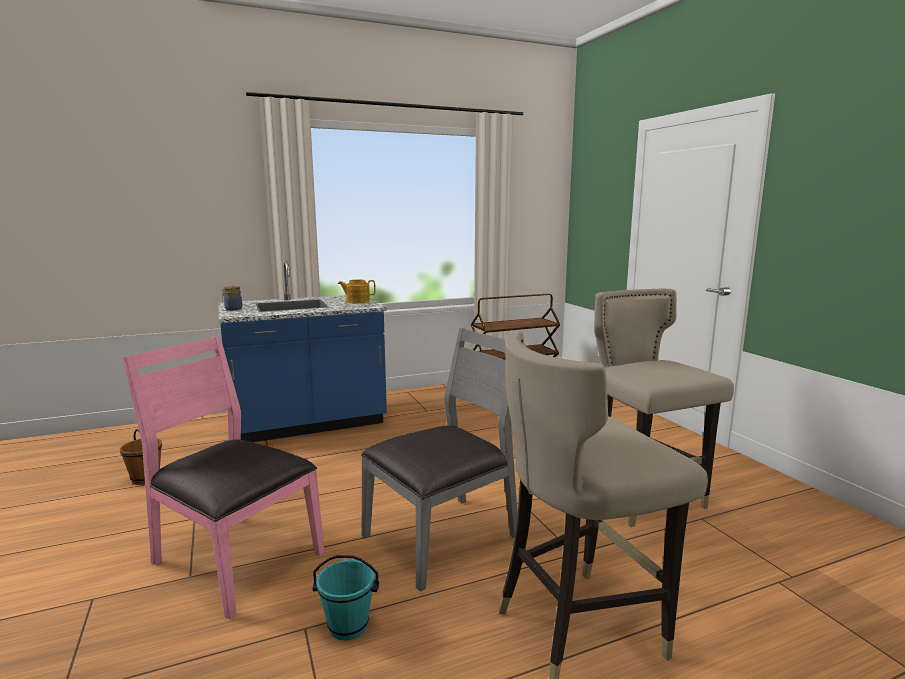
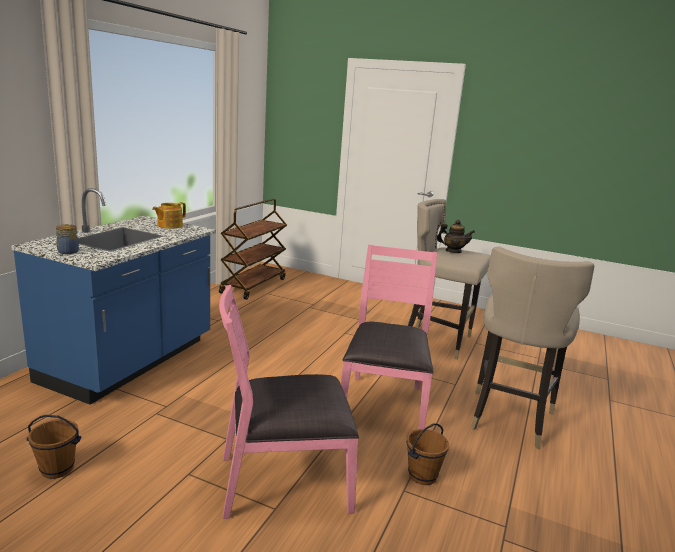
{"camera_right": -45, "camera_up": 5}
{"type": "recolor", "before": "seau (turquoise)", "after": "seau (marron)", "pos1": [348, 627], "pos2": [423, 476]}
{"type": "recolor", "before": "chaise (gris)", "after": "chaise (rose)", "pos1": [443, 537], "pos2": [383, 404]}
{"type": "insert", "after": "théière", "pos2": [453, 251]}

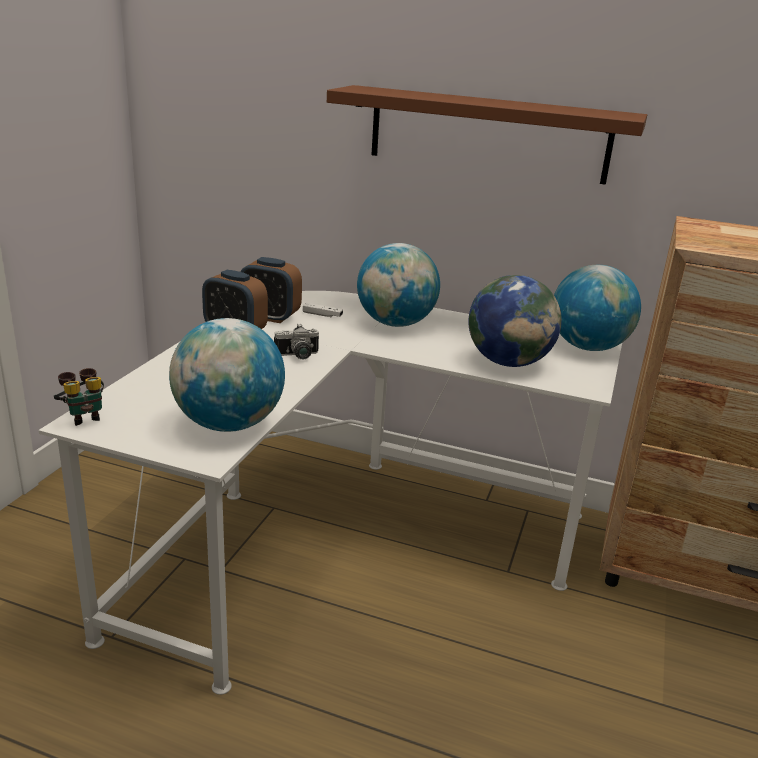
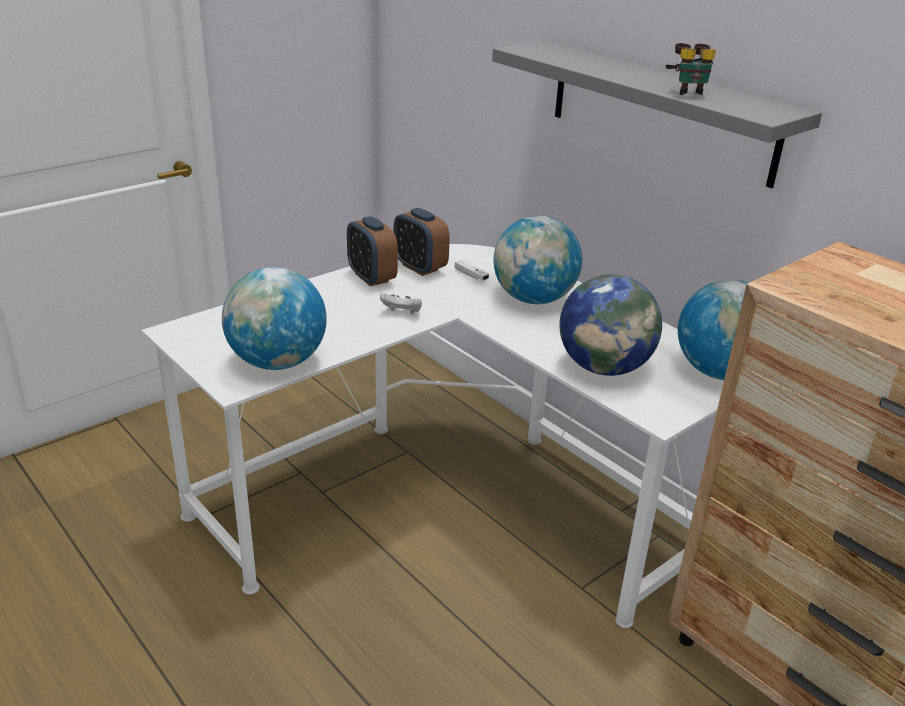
{"camera_right": 30, "camera_up": 5}
{"type": "move", "before": "jumelles", "pos1": [84, 416], "pos2": [687, 91]}
{"type": "replace", "before": "appareil photo", "after": "manette (blanc)", "pos1": [298, 356], "pos2": [402, 313]}
{"type": "recolor", "before": "étagère (marron)", "after": "étagère (gris)", "pos1": [487, 134], "pos2": [660, 111]}

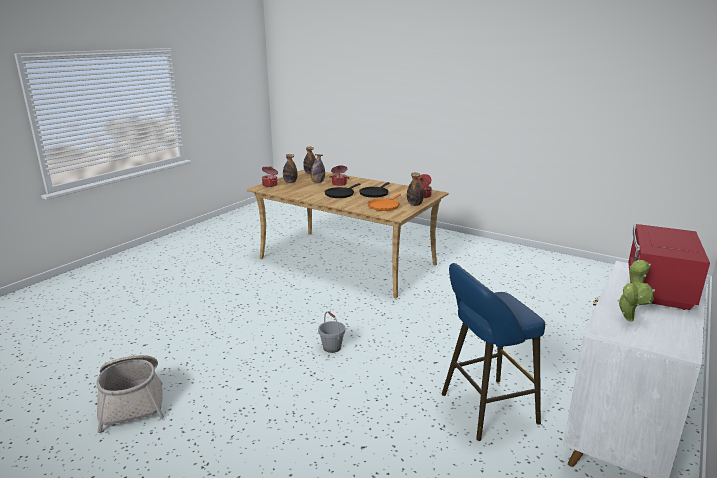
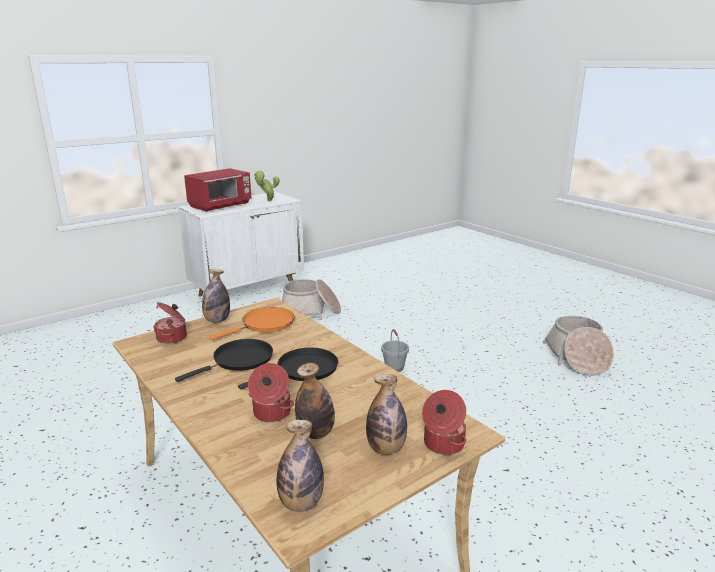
{"camera_right": -160, "camera_up": 0}
{"type": "replace", "before": "tabouret (bleu)", "after": "panier", "pos1": [484, 409], "pos2": [310, 311]}

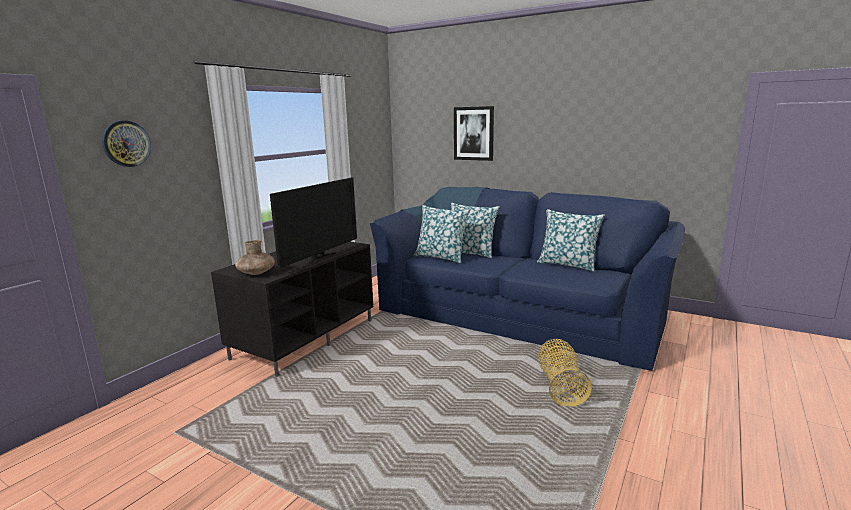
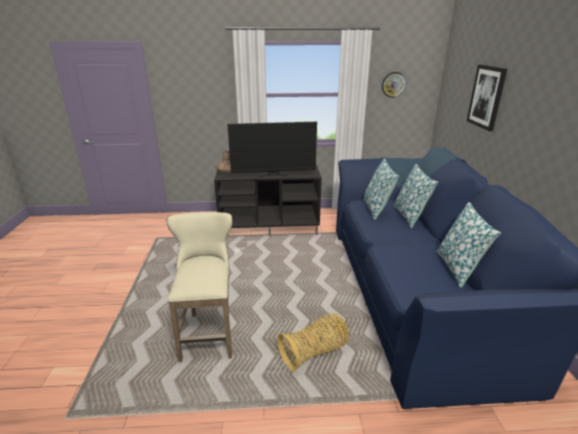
{"camera_right": 55, "camera_up": 10}
{"type": "move", "before": "horloge murale", "pos1": [126, 143], "pos2": [393, 84]}
{"type": "insert", "after": "tabouret (beige)", "pos2": [209, 332]}

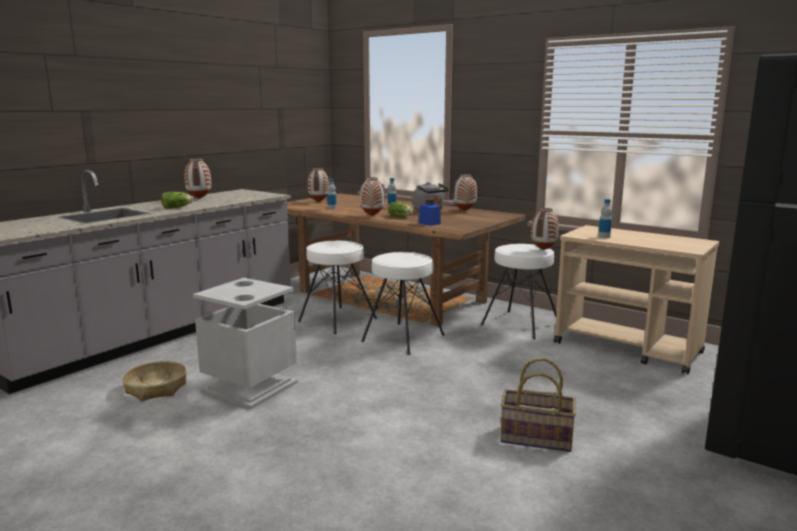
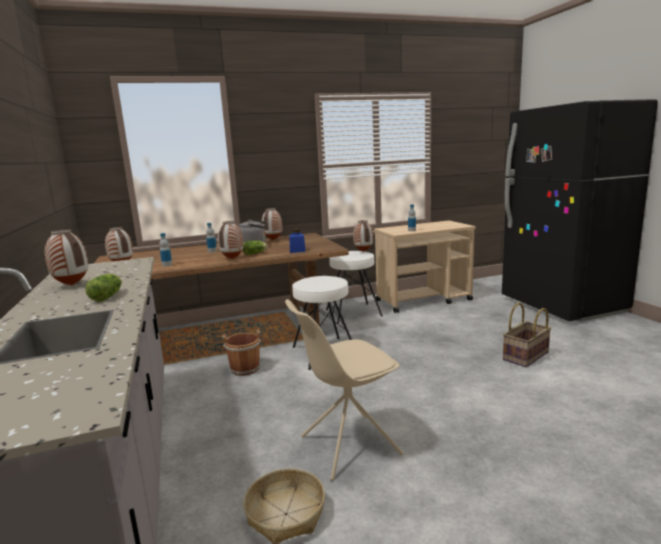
{"camera_right": -55, "camera_up": 0}
{"type": "replace", "before": "poubelle (gris)", "after": "chaise (beige)", "pos1": [250, 387], "pos2": [348, 446]}
{"type": "replace", "before": "tabouret (blanc)", "after": "seau (marron)", "pos1": [337, 320], "pos2": [244, 368]}

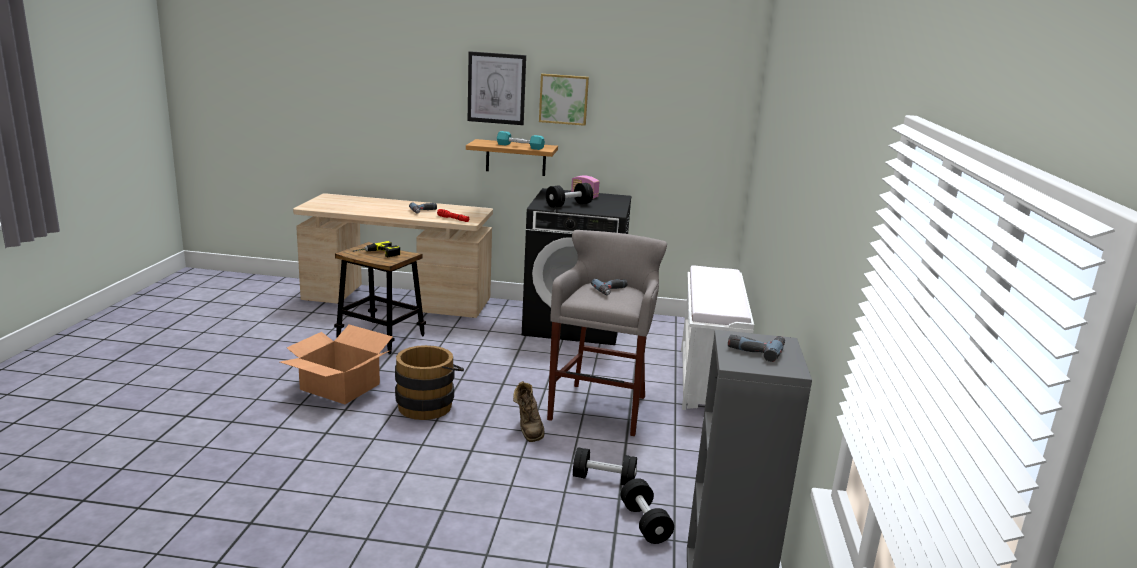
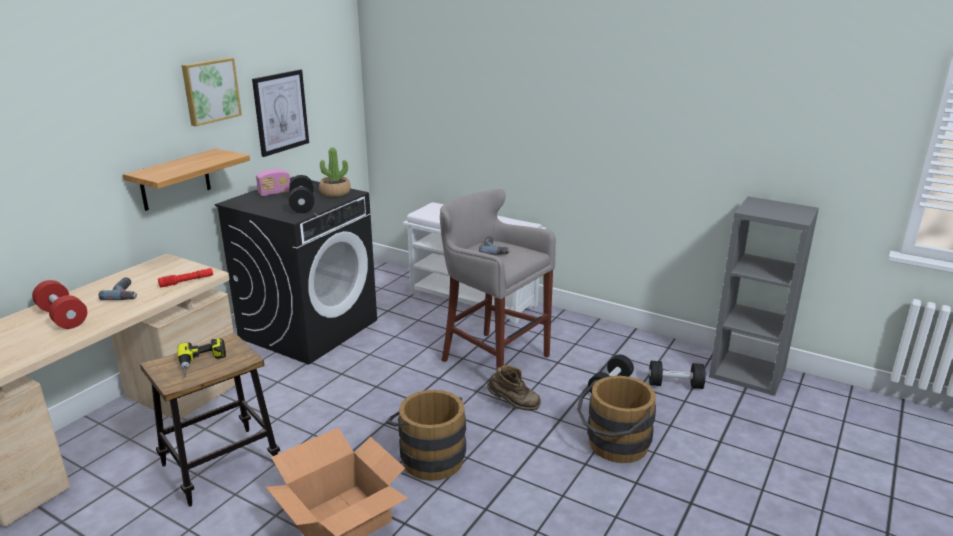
{"camera_right": -65, "camera_up": 5}
{"type": "move", "before": "tableau", "pos1": [496, 88], "pos2": [281, 112]}
{"type": "delete", "before": "haltère (turquoise)", "pos1": [520, 146]}
{"type": "delete", "before": "perceuse", "pos1": [756, 349]}
{"type": "insert", "after": "haltère (rouge)", "pos2": [63, 317]}
{"type": "insert", "after": "plante en pot", "pos2": [335, 193]}
{"type": "insert", "after": "seau (marron)", "pos2": [613, 446]}

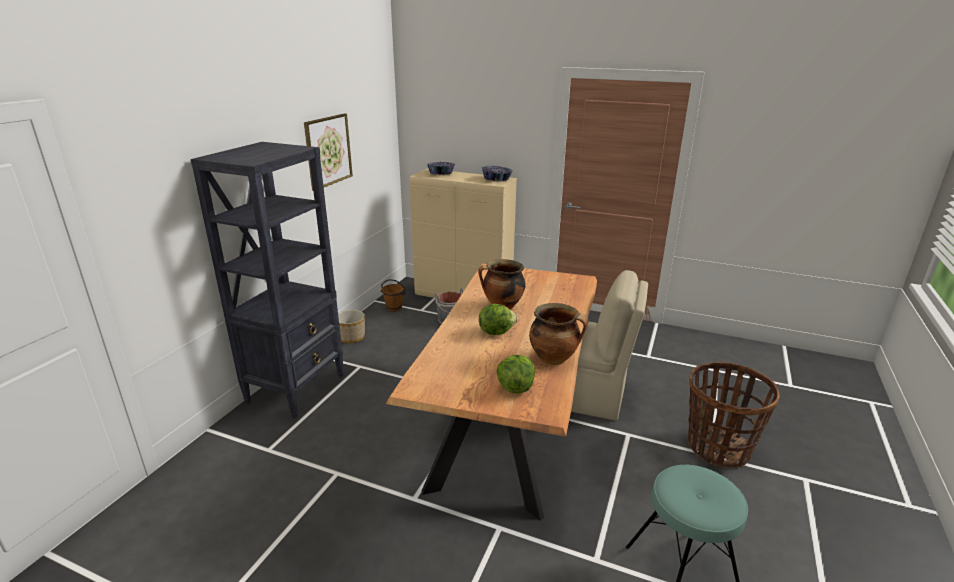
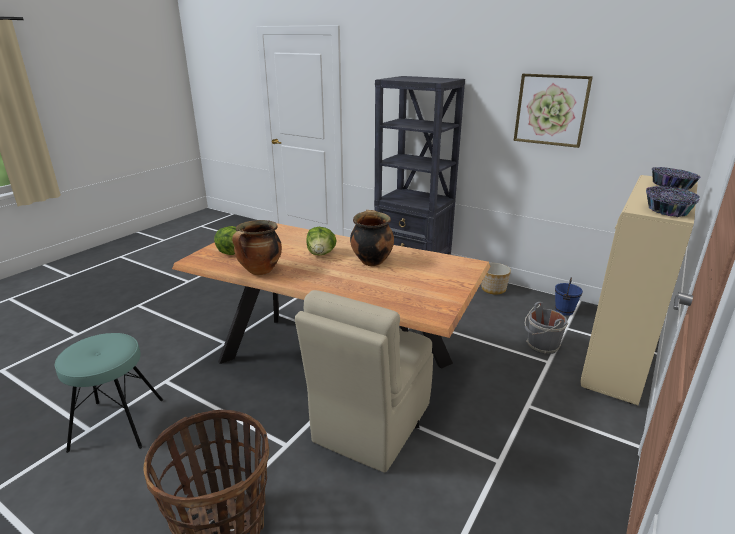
{"camera_right": 100, "camera_up": 0}
{"type": "recolor", "before": "seau (marron)", "after": "seau (bleu)", "pos1": [394, 308], "pos2": [564, 311]}

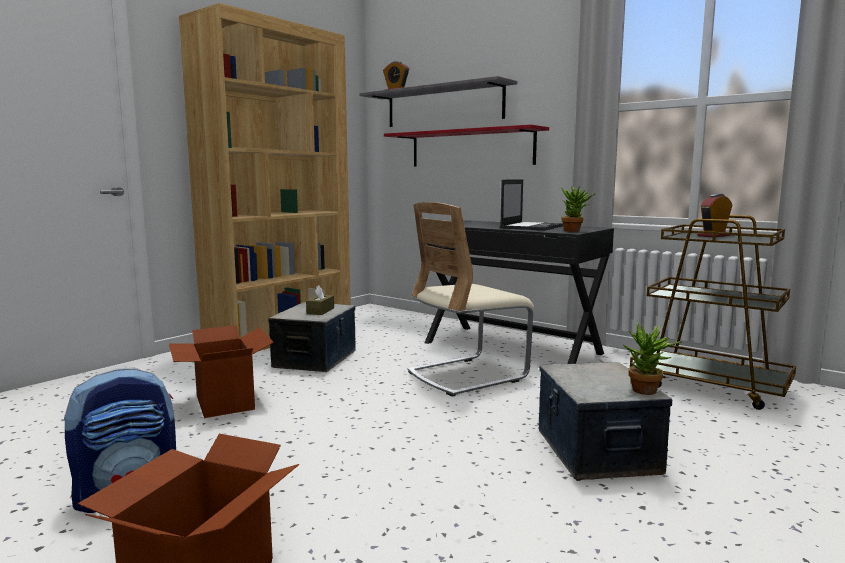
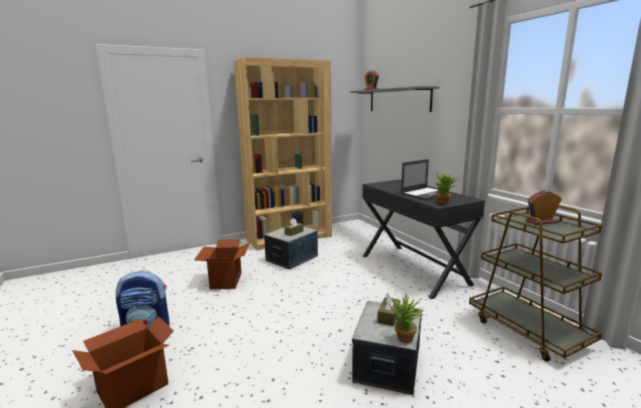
{"camera_right": 25, "camera_up": 5}
{"type": "delete", "before": "étagère (rouge)", "pos1": [470, 148]}
{"type": "delete", "before": "chaise (beige)", "pos1": [467, 375]}
{"type": "insert", "after": "boîte à mouchoirs (marron)", "pos2": [388, 316]}

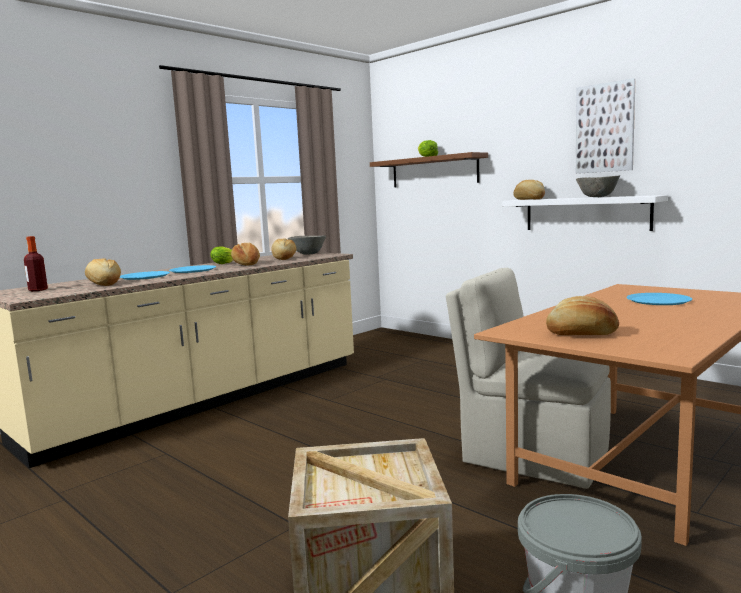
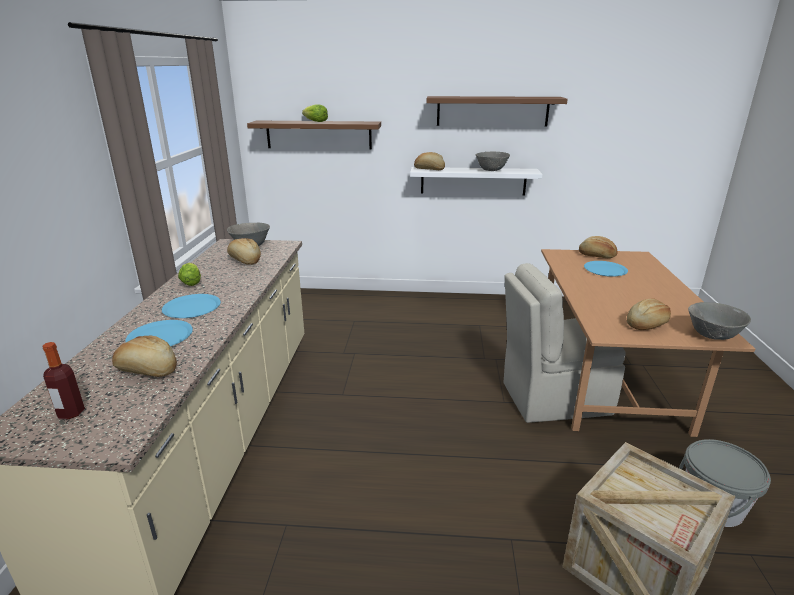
{"camera_right": -40, "camera_up": 15}
{"type": "move", "before": "pain", "pos1": [246, 264], "pos2": [596, 255]}
{"type": "replace", "before": "tableau", "after": "étagère (marron)", "pos1": [604, 128], "pos2": [492, 111]}
{"type": "insert", "after": "bol (gris)", "pos2": [712, 336]}

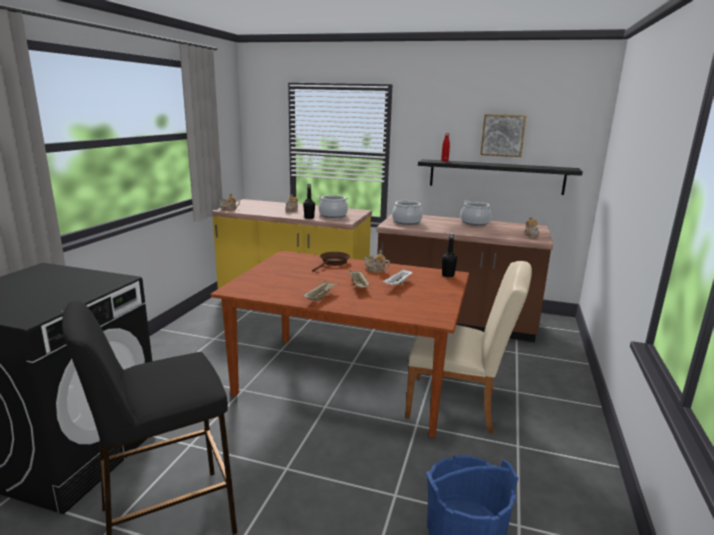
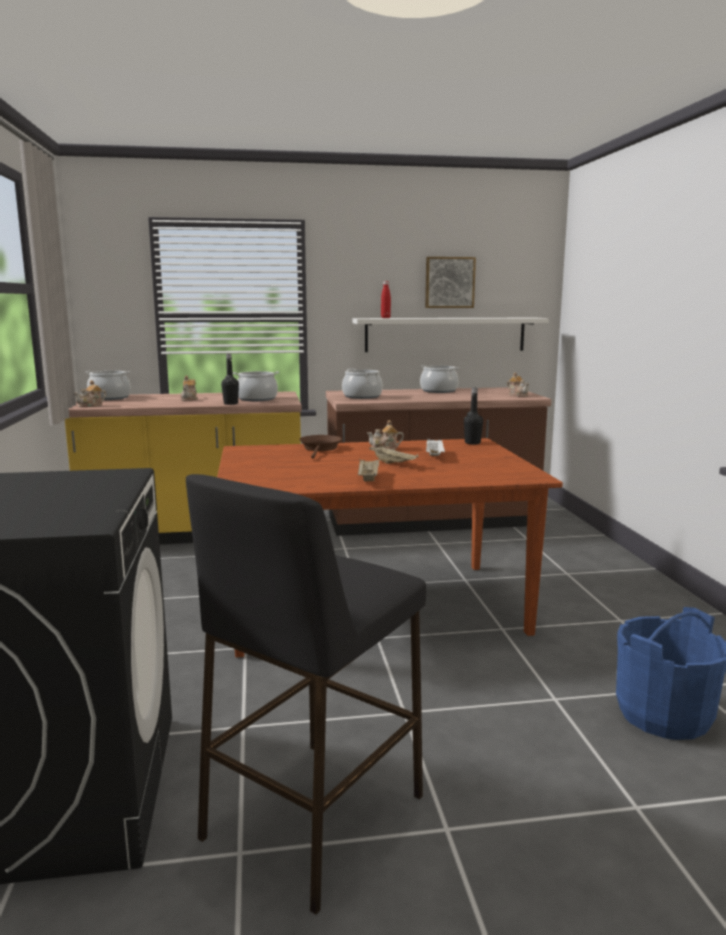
{"camera_right": -25, "camera_up": -5}
{"type": "delete", "before": "chaise (beige)", "pos1": [459, 404]}
{"type": "recolor", "before": "étagère (noir)", "after": "étagère (blanc)", "pos1": [496, 176], "pos2": [445, 334]}
{"type": "insert", "after": "marmite", "pos2": [110, 398]}

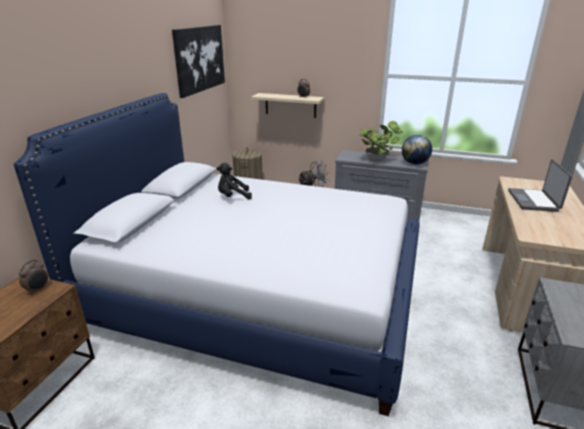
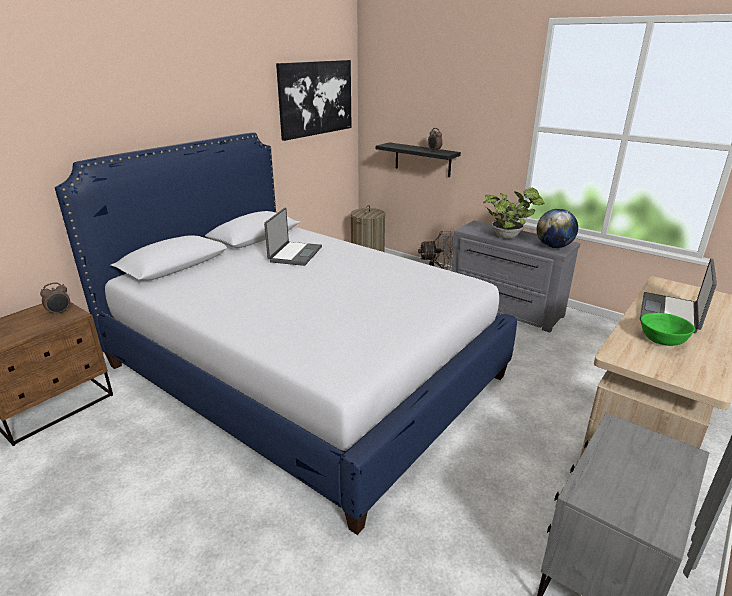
{"camera_right": 20, "camera_up": 0}
{"type": "replace", "before": "peluche (noir)", "after": "ordinateur portable", "pos1": [233, 197], "pos2": [294, 254]}
{"type": "recolor", "before": "étagère (beige)", "after": "étagère (noir)", "pos1": [290, 105], "pos2": [422, 159]}
{"type": "insert", "after": "bol (vert)", "pos2": [662, 339]}

